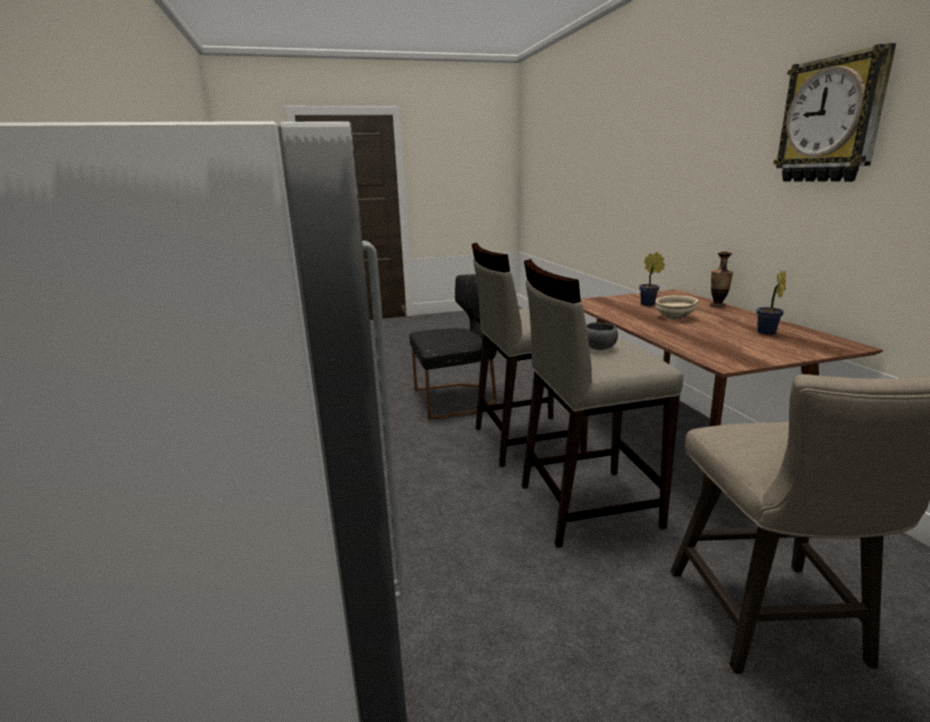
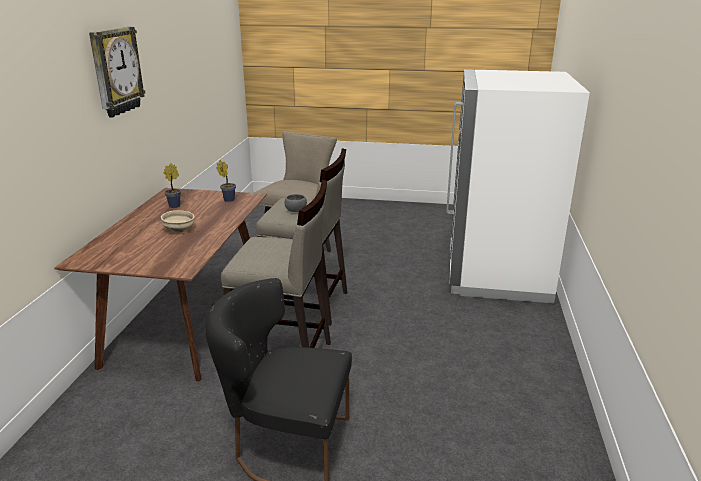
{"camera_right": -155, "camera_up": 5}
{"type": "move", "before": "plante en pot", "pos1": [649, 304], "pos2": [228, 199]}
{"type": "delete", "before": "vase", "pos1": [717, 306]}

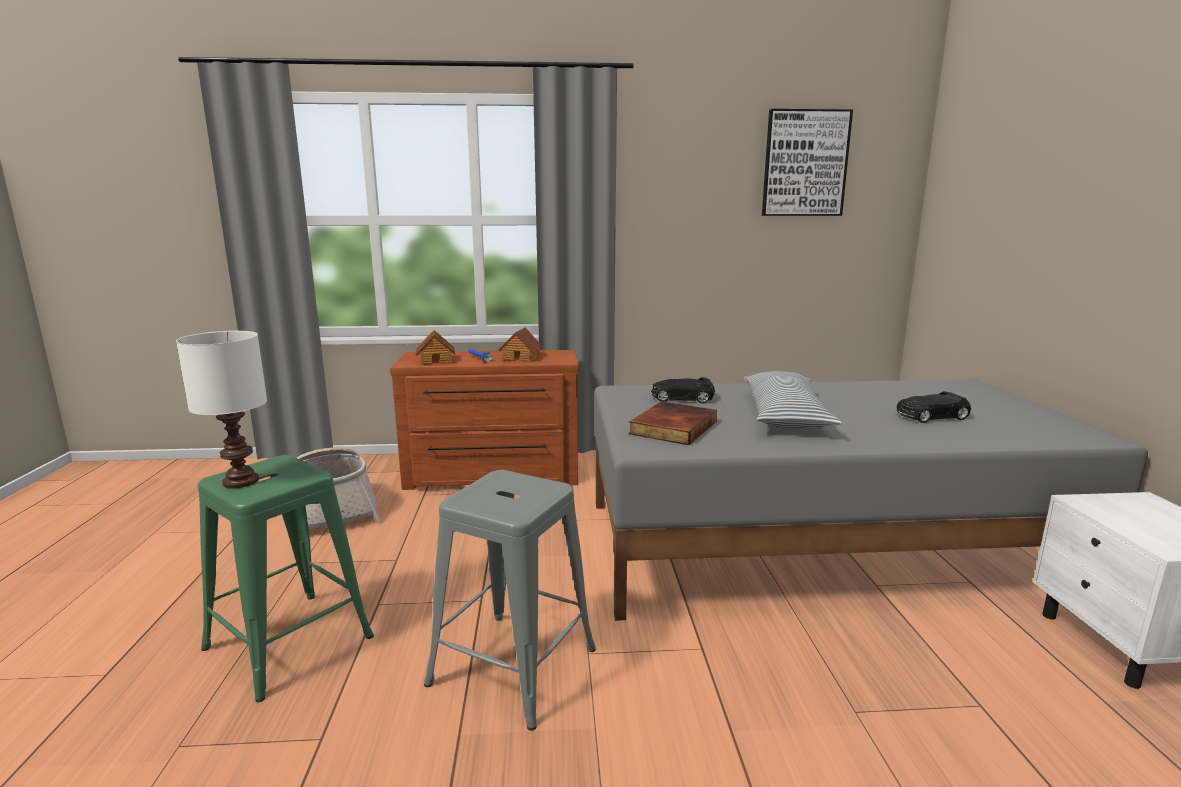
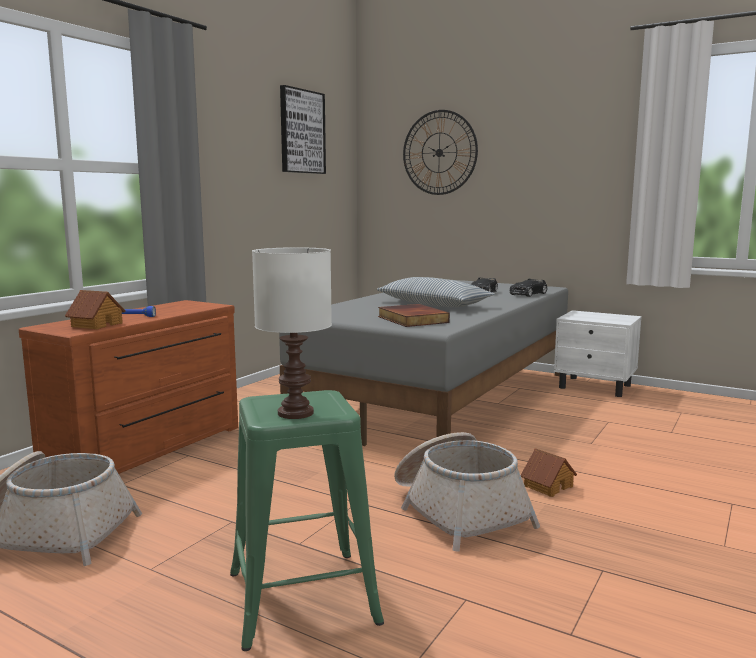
{"camera_right": -55, "camera_up": -5}
{"type": "replace", "before": "tabouret (gris)", "after": "panier", "pos1": [513, 666], "pos2": [458, 511]}
{"type": "move", "before": "maison miniature", "pos1": [521, 357], "pos2": [547, 486]}
{"type": "move", "before": "petite voiture (noir)", "pos1": [682, 398], "pos2": [528, 294]}
{"type": "insert", "after": "horloge murale", "pos2": [439, 152]}

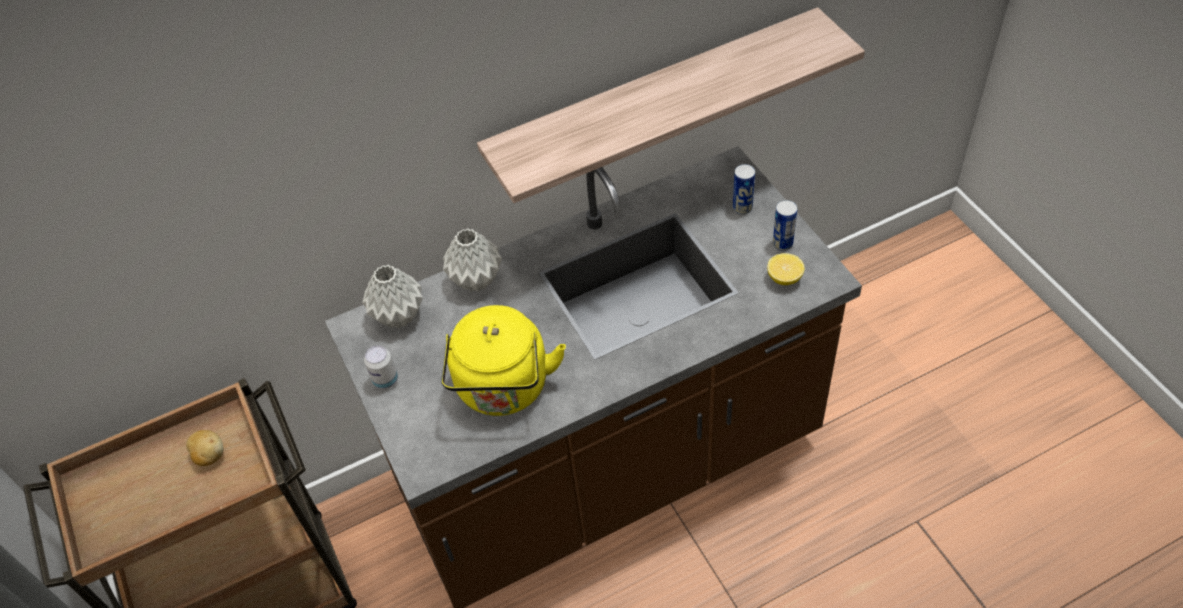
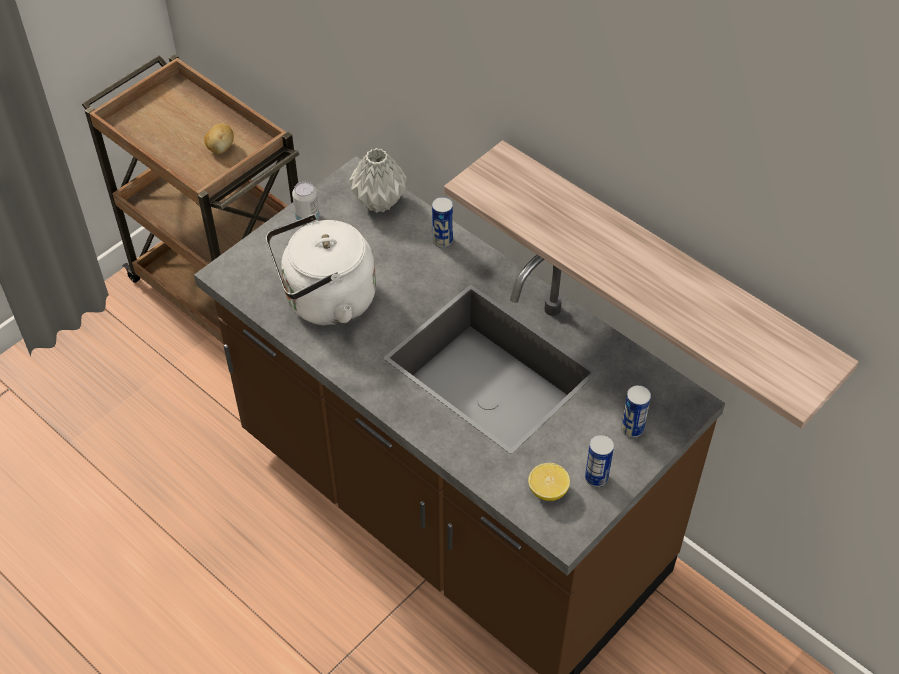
{"camera_right": 65, "camera_up": 0}
{"type": "recolor", "before": "bouilloire (jaune)", "after": "bouilloire (blanc)", "pos1": [503, 390], "pos2": [325, 301]}
{"type": "replace", "before": "vase (gris)", "after": "boîte métallique", "pos1": [476, 279], "pos2": [442, 241]}

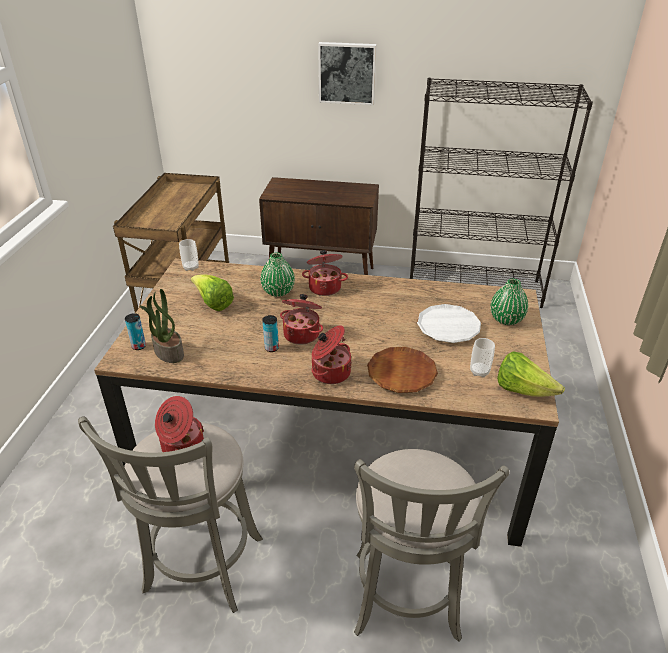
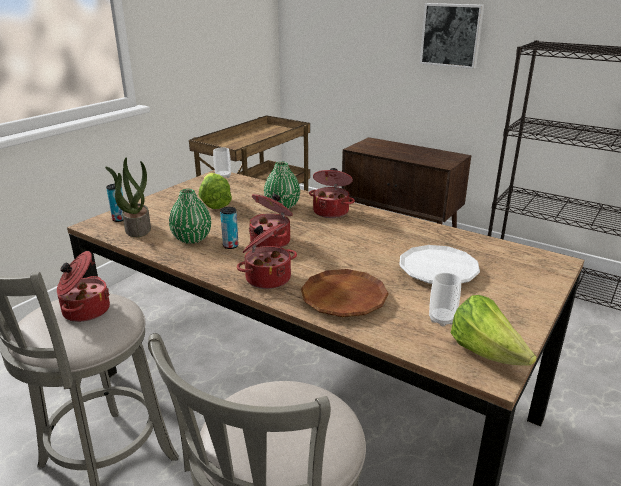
{"camera_right": 25, "camera_up": -10}
{"type": "move", "before": "vase (vert)", "pos1": [506, 319], "pos2": [192, 239]}

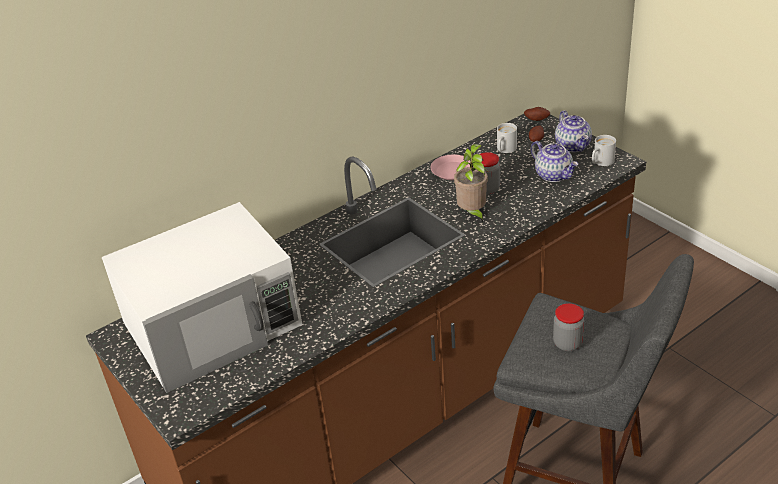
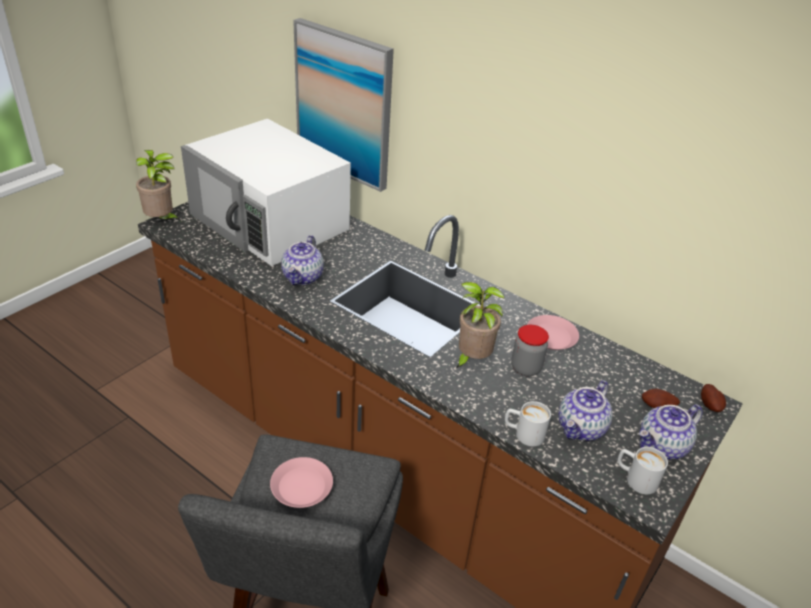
{"camera_right": 70, "camera_up": 0}
{"type": "move", "before": "mug (blanc)", "pos1": [505, 150], "pos2": [523, 434]}
{"type": "replace", "before": "bocal", "after": "assiette (rose)", "pos1": [567, 343], "pos2": [301, 486]}
{"type": "insert", "after": "plante en pot", "pos2": [162, 221]}
{"type": "insert", "after": "théière", "pos2": [303, 277]}
{"type": "insert", "after": "tableau", "pos2": [344, 105]}

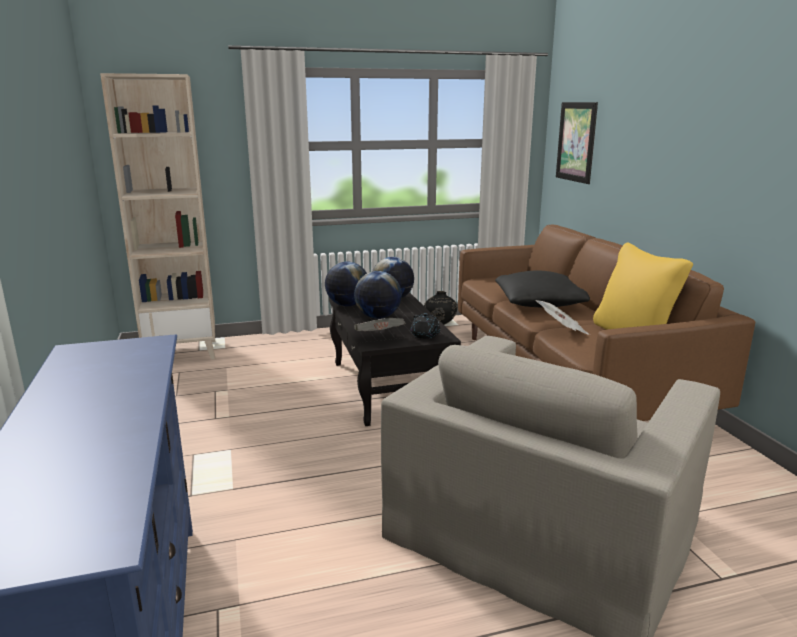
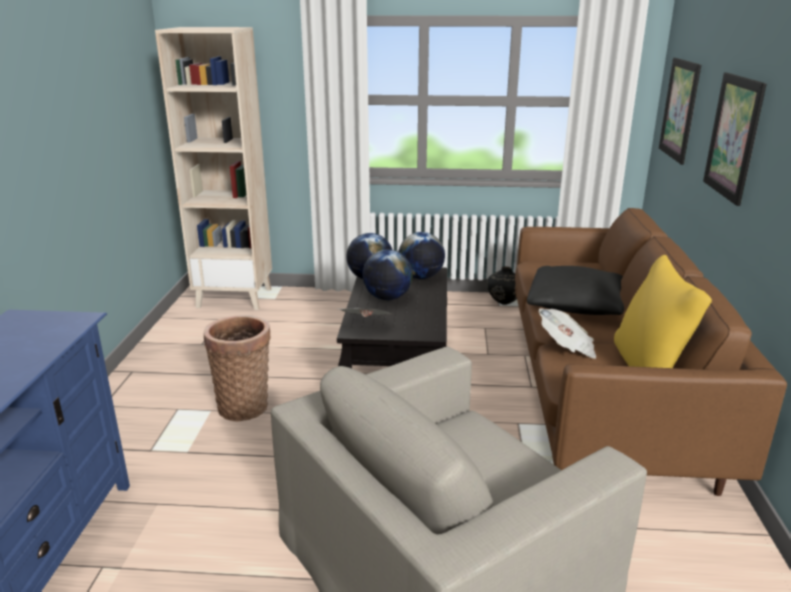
{"camera_right": 20, "camera_up": 5}
{"type": "delete", "before": "théière (noir)", "pos1": [425, 335]}
{"type": "insert", "after": "panier", "pos2": [244, 405]}
{"type": "insert", "after": "tableau", "pos2": [733, 137]}

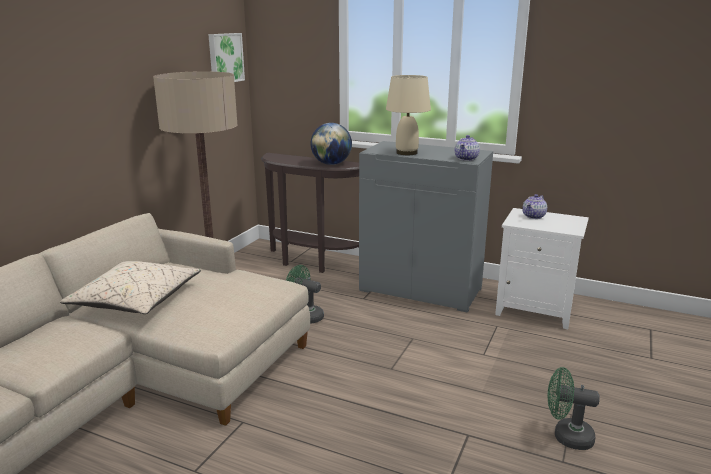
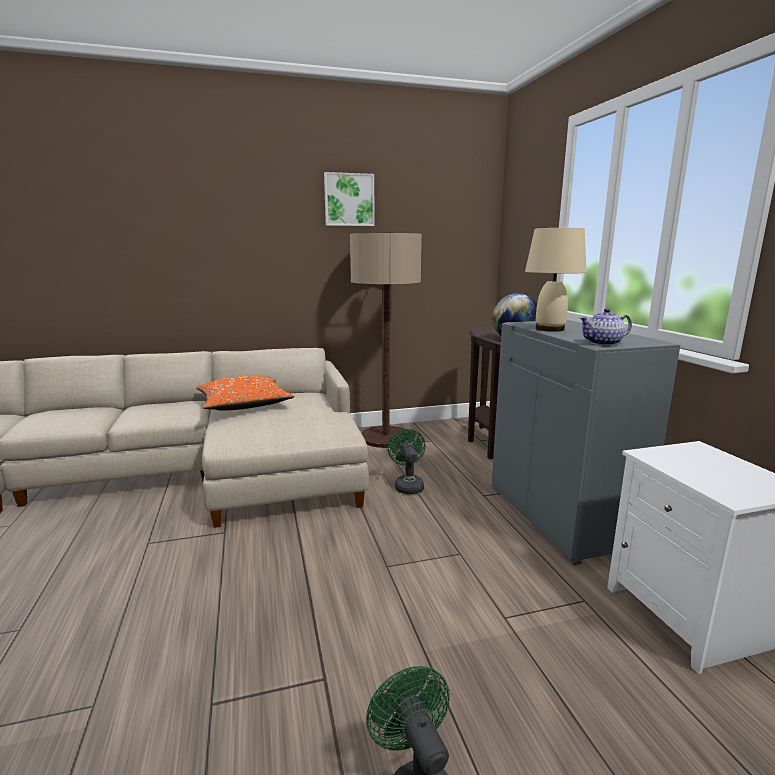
{"camera_right": 50, "camera_up": -5}
{"type": "recolor", "before": "coussin (beige)", "after": "coussin (orange)", "pos1": [136, 300], "pos2": [244, 405]}
{"type": "move", "before": "tableau", "pos1": [225, 58], "pos2": [349, 200]}
{"type": "delete", "before": "théière", "pos1": [534, 216]}

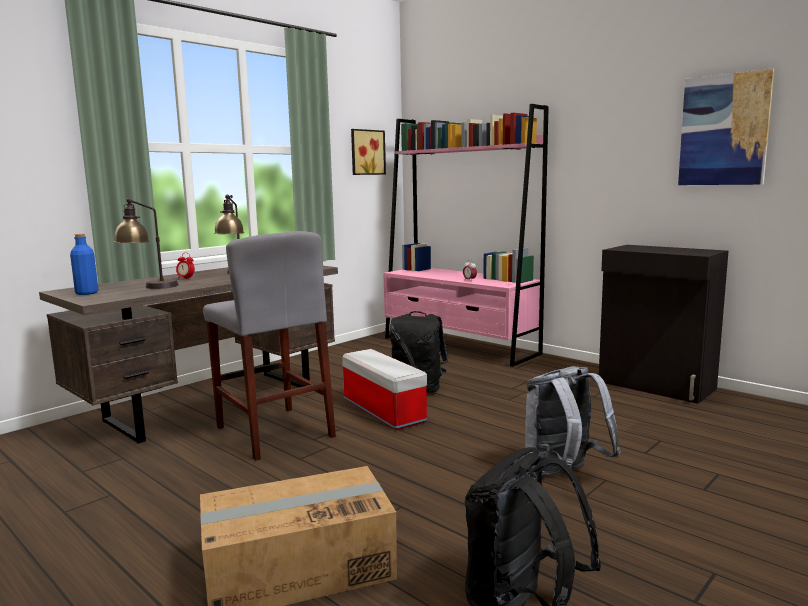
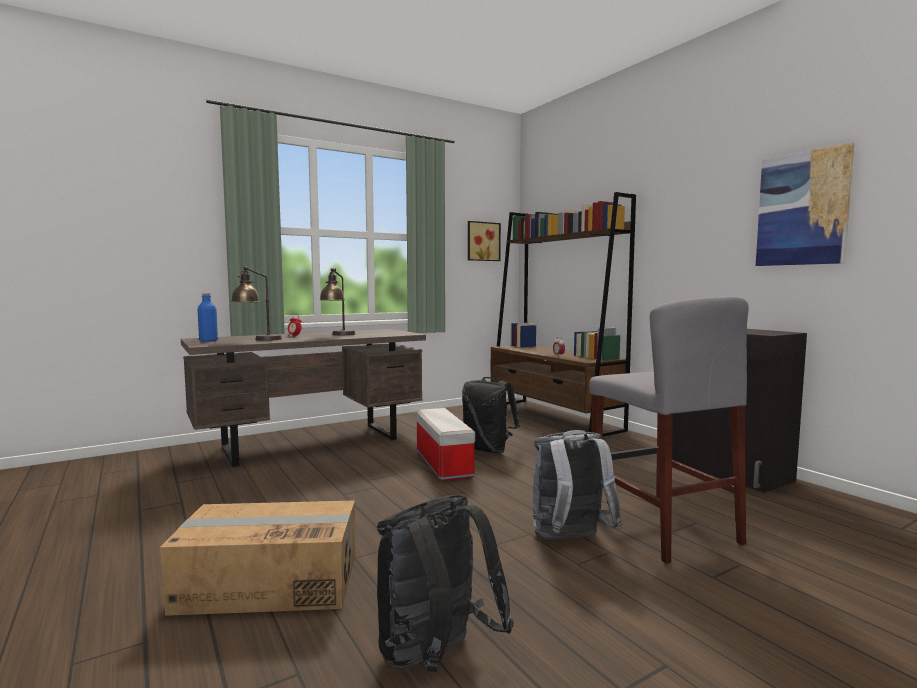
{"camera_right": 15, "camera_up": -5}
{"type": "move", "before": "tabouret (gris)", "pos1": [274, 432], "pos2": [662, 527]}
{"type": "recolor", "before": "bibliothèque (rose)", "after": "bibliothèque (marron)", "pos1": [459, 346], "pos2": [553, 417]}

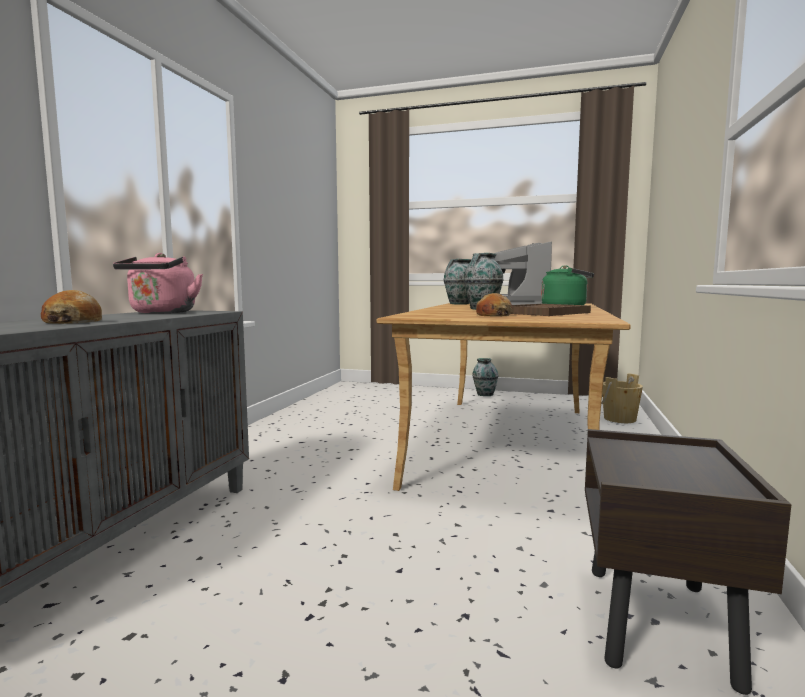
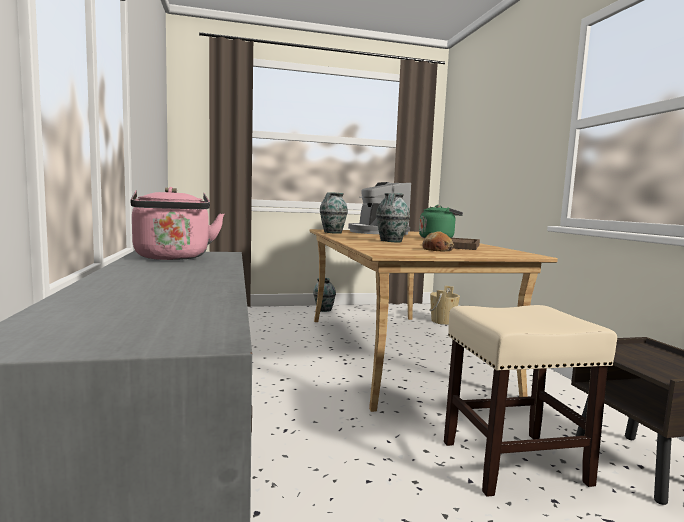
{"camera_right": -30, "camera_up": 0}
{"type": "delete", "before": "pain", "pos1": [73, 321]}
{"type": "insert", "after": "tabouret (beige)", "pos2": [512, 462]}

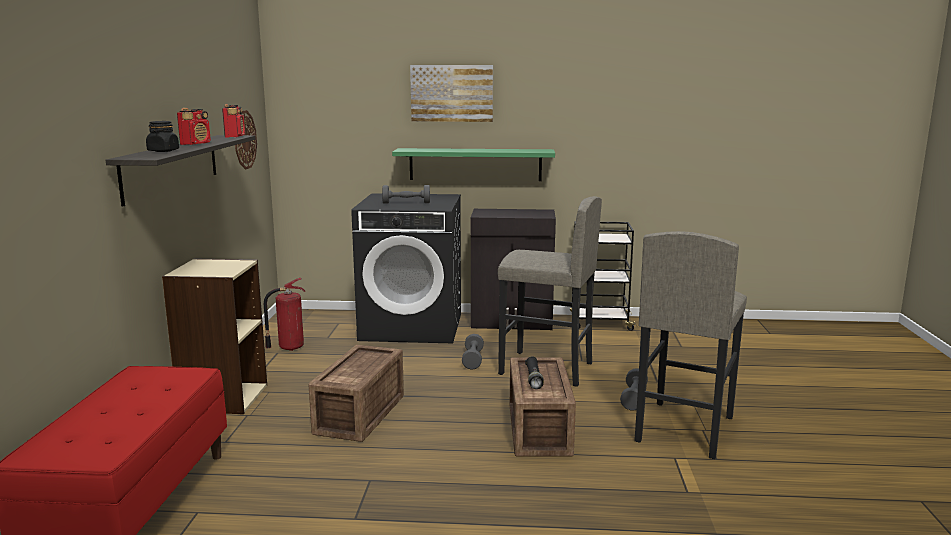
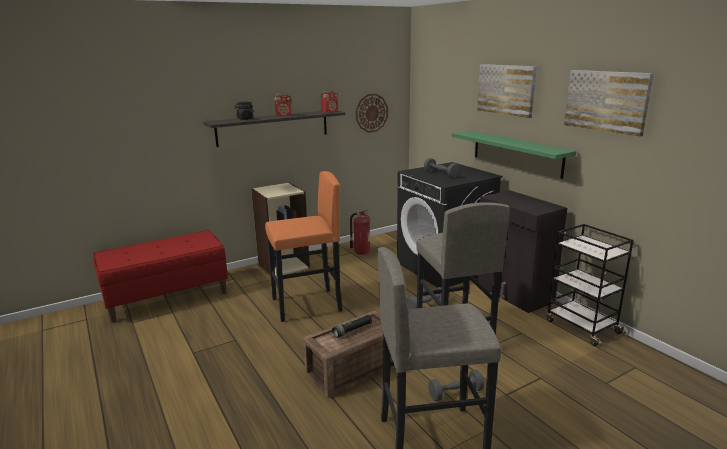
{"camera_right": 55, "camera_up": 5}
{"type": "replace", "before": "caisse", "after": "tabouret (orange)", "pos1": [362, 414], "pos2": [307, 305]}
{"type": "insert", "after": "tableau", "pos2": [606, 101]}

